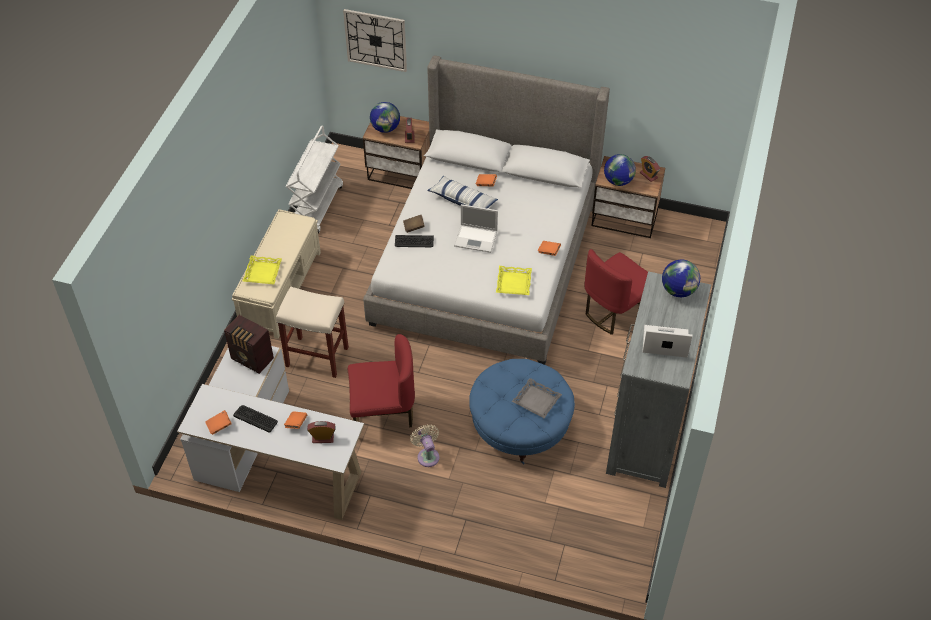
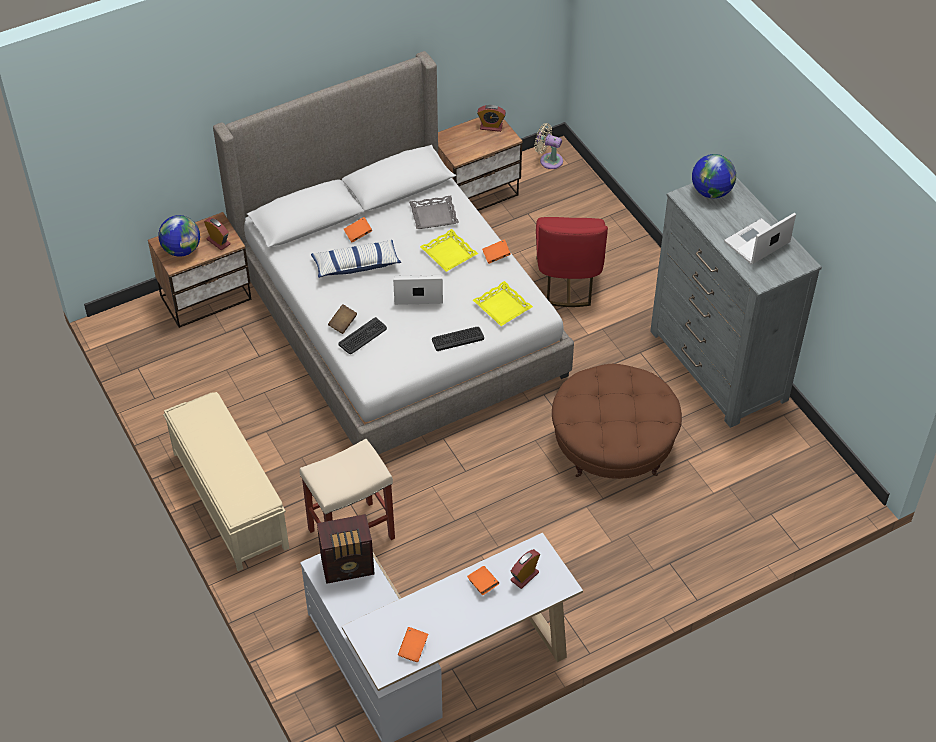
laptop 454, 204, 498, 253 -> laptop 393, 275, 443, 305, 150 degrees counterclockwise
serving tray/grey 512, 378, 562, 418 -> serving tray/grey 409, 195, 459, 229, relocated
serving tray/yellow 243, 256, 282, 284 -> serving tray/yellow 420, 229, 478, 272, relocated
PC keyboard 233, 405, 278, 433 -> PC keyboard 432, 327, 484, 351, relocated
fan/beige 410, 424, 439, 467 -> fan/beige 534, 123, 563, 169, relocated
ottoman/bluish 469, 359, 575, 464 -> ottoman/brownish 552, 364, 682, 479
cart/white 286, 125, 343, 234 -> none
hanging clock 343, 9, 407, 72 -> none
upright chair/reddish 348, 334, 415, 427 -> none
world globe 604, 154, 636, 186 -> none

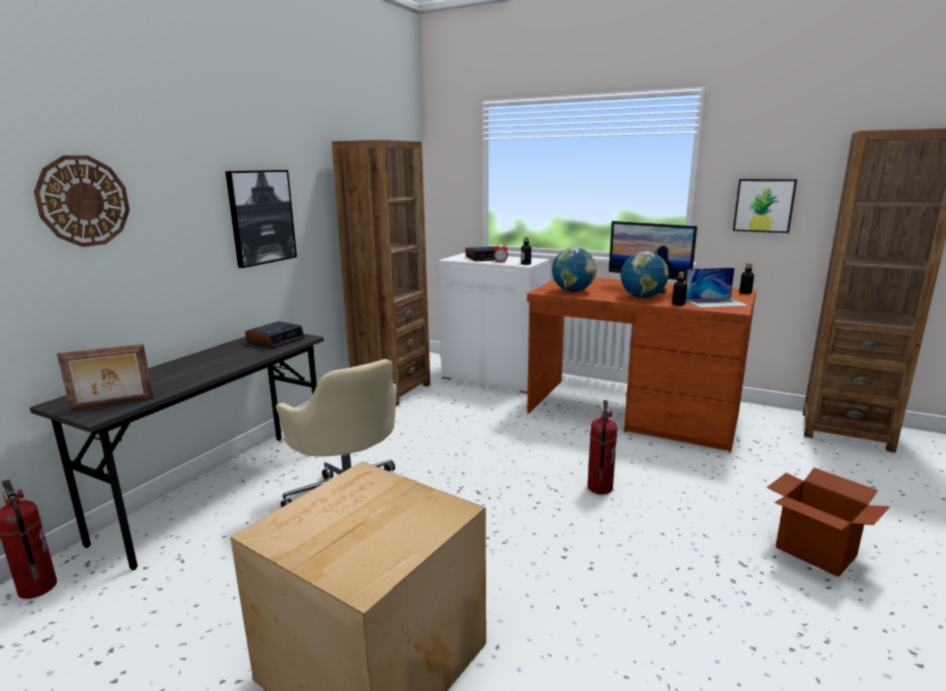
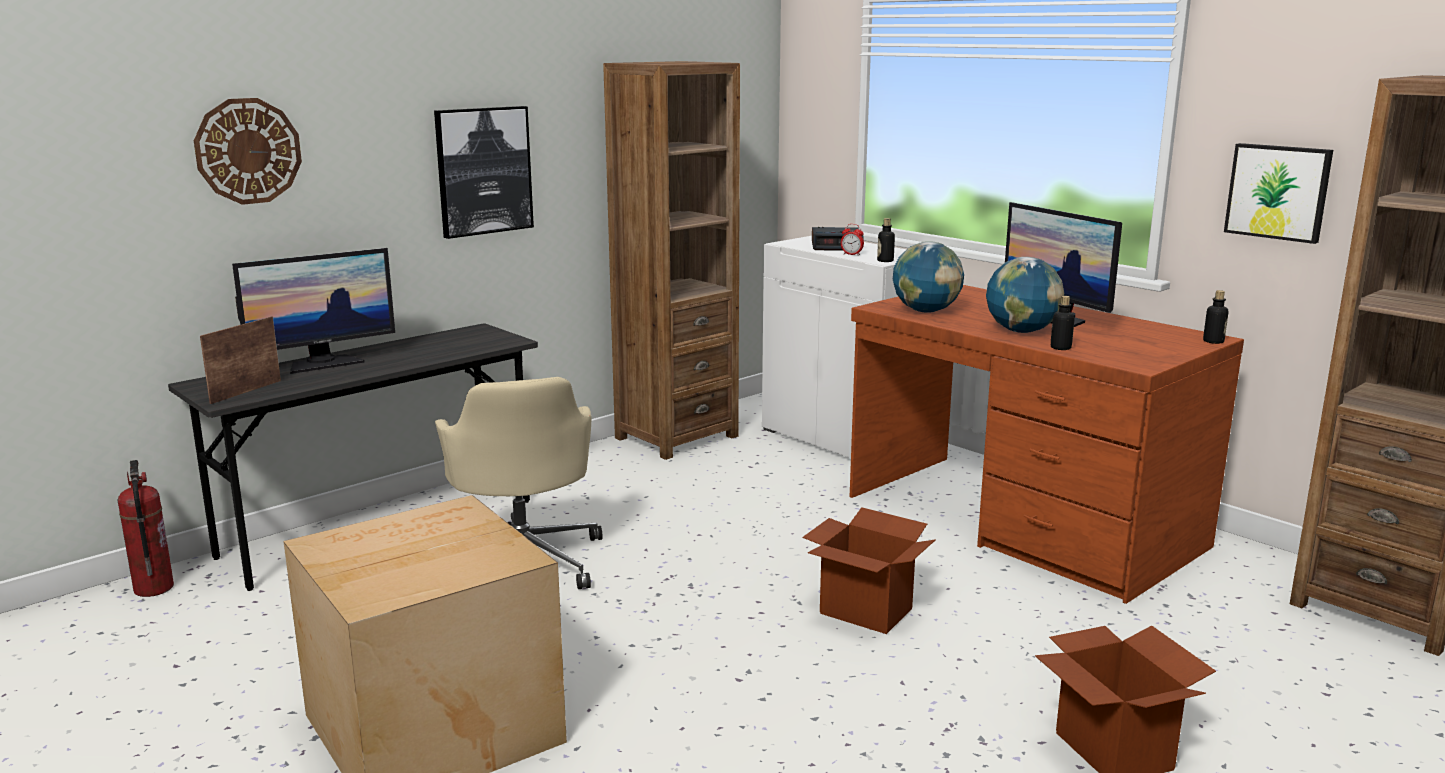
photo frame 57, 344, 154, 410 -> photo frame 200, 316, 281, 404, 120 degrees clockwise
none -> monitor 232, 248, 395, 374
fire-fighting cylinder 588, 400, 617, 495 -> packing box 802, 507, 936, 634
table clock 245, 321, 304, 349 -> none
laptop 686, 268, 749, 308 -> none

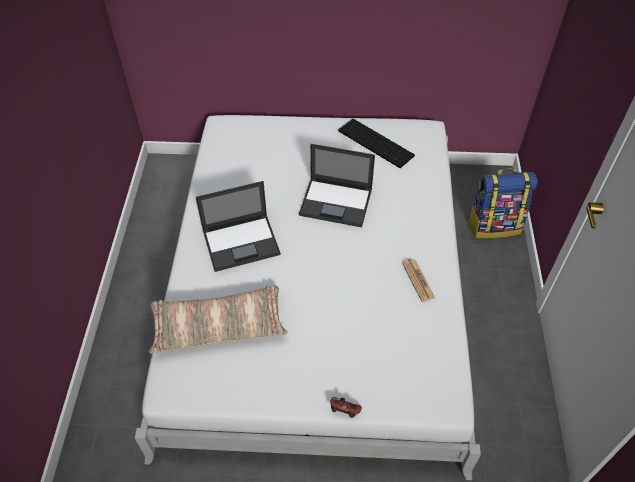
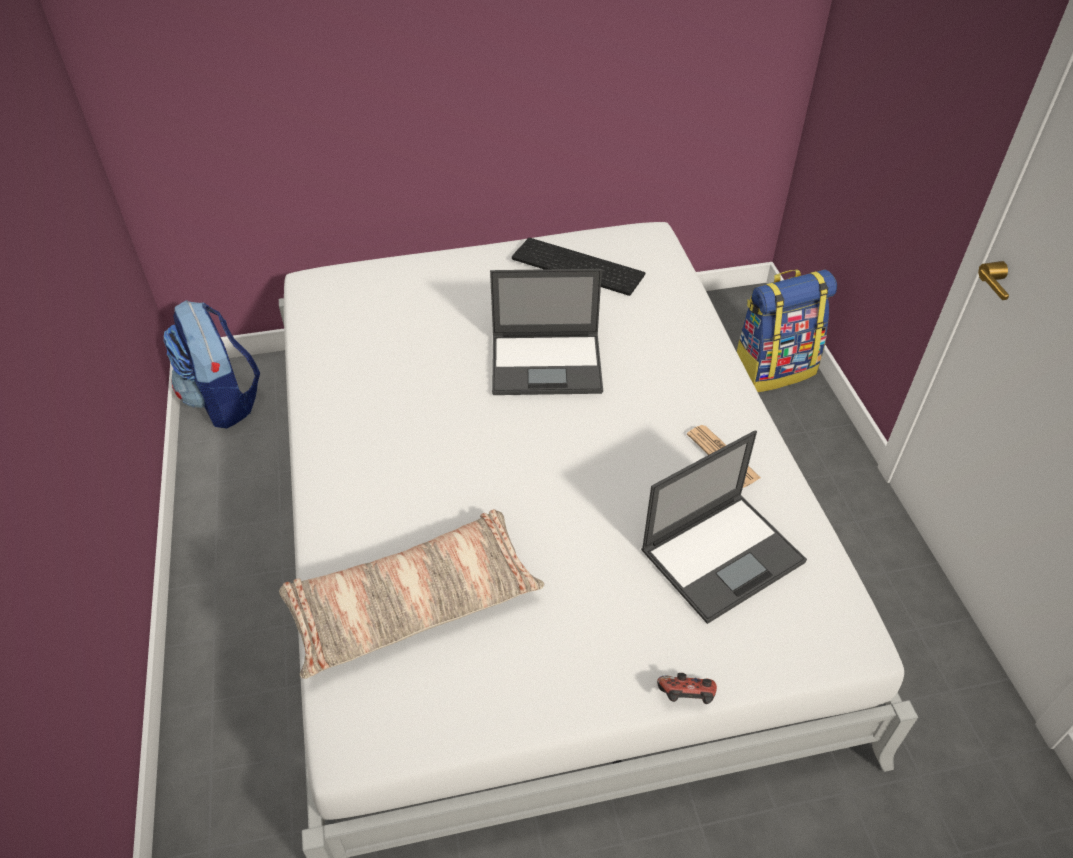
none -> rucksack 164, 300, 260, 429
laptop 196, 181, 281, 272 -> laptop 641, 430, 807, 624, relocated

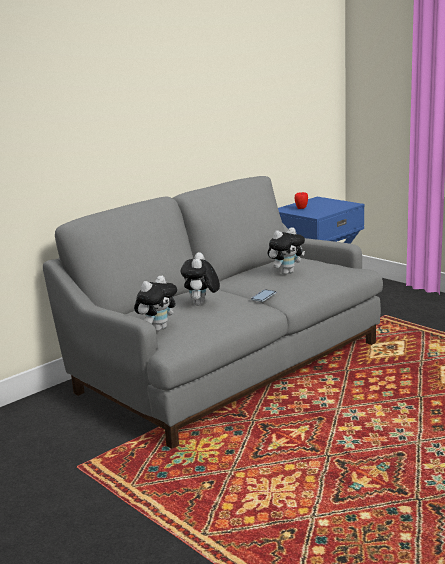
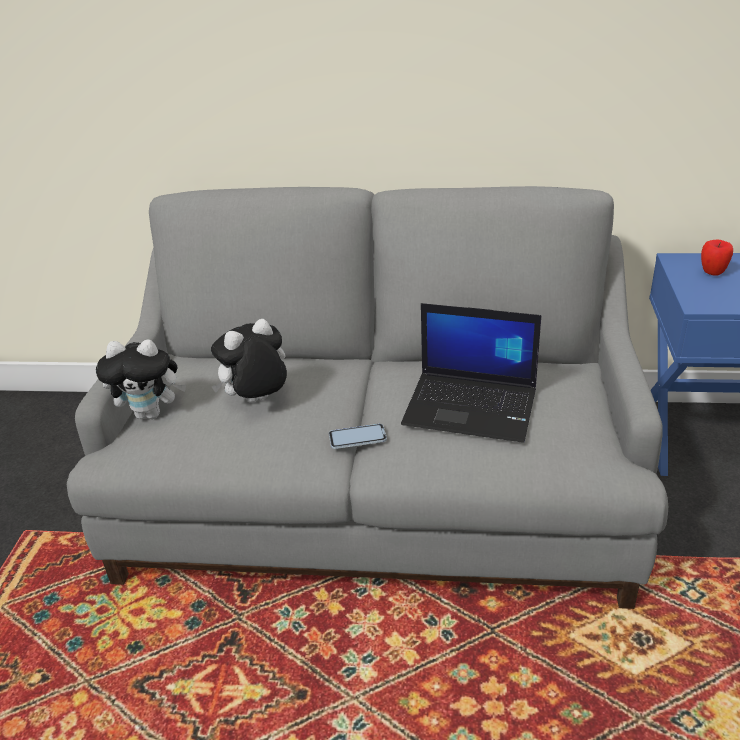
plush toy 268, 227, 305, 275 -> laptop 401, 303, 541, 443

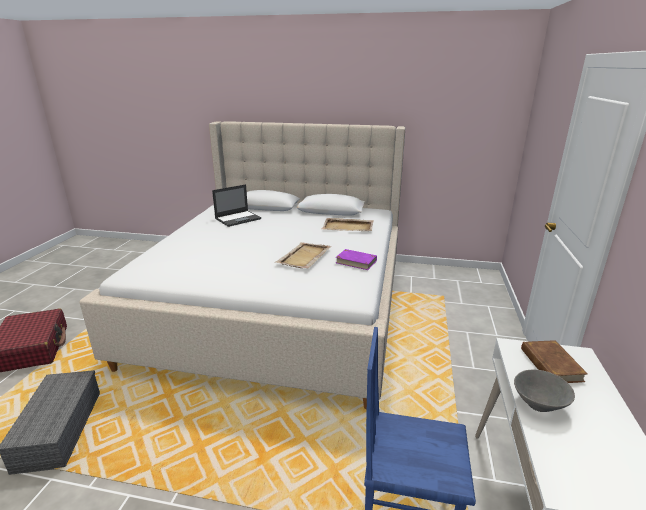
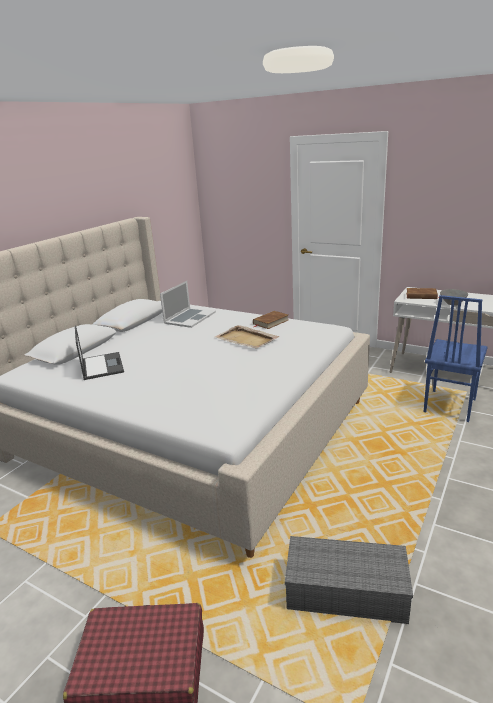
serving tray/beige 322, 218, 374, 231 -> laptop 160, 281, 216, 328
volume/purple 336, 249, 377, 270 -> volume/brownish 253, 311, 288, 329

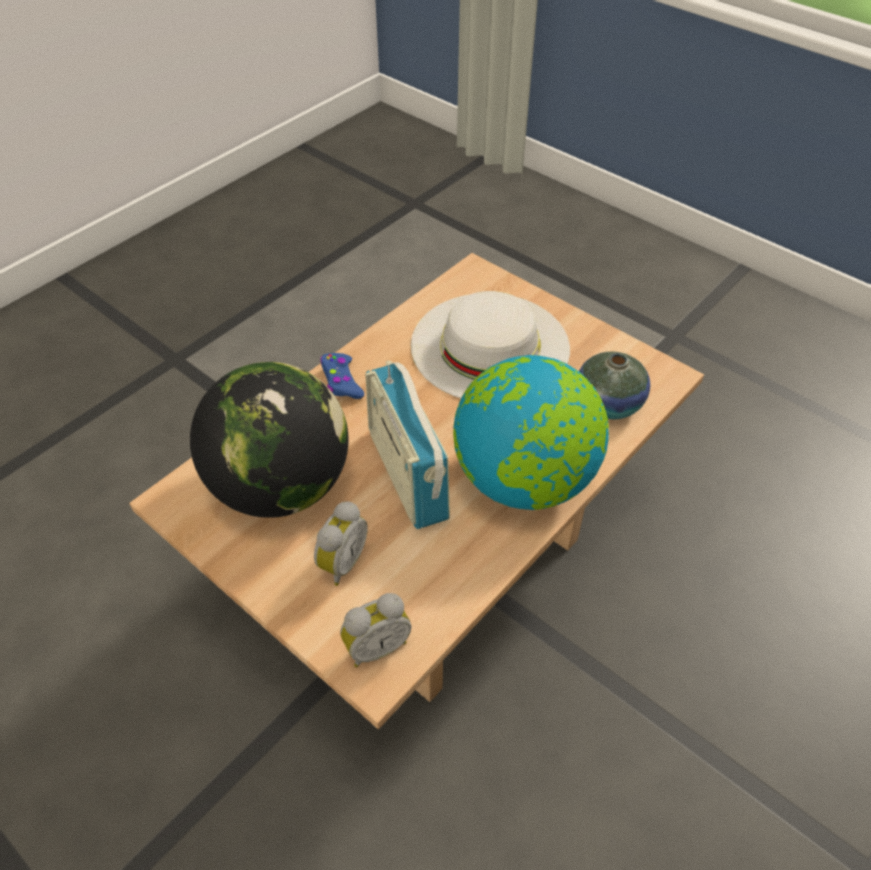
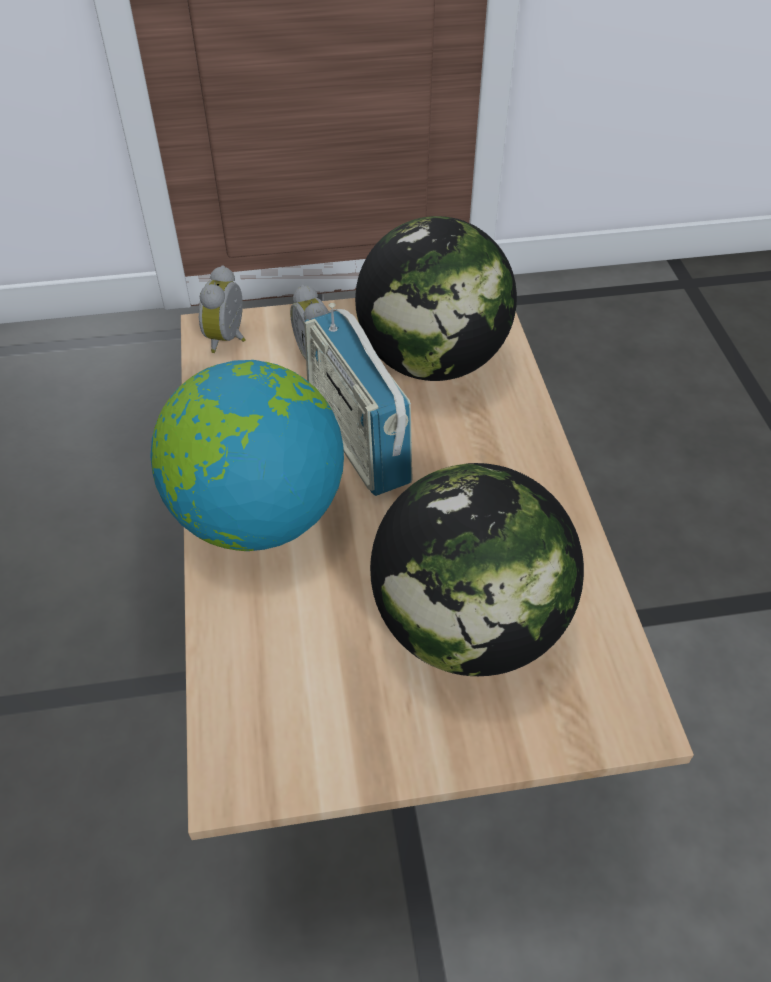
radio 365, 361, 450, 529 -> radio 304, 303, 412, 496, 135 degrees counterclockwise
wearable hat/white 411, 291, 570, 398 -> world globe 370, 463, 584, 676
game controller/bluish 320, 353, 364, 399 -> none
vase 579, 351, 650, 419 -> none

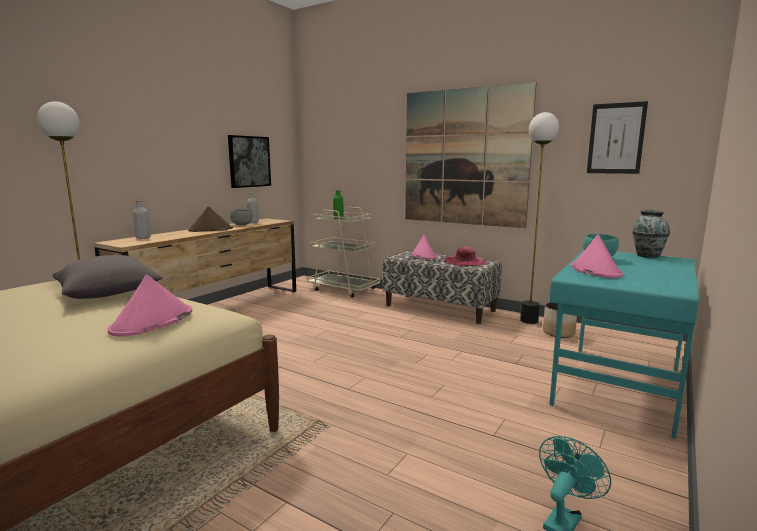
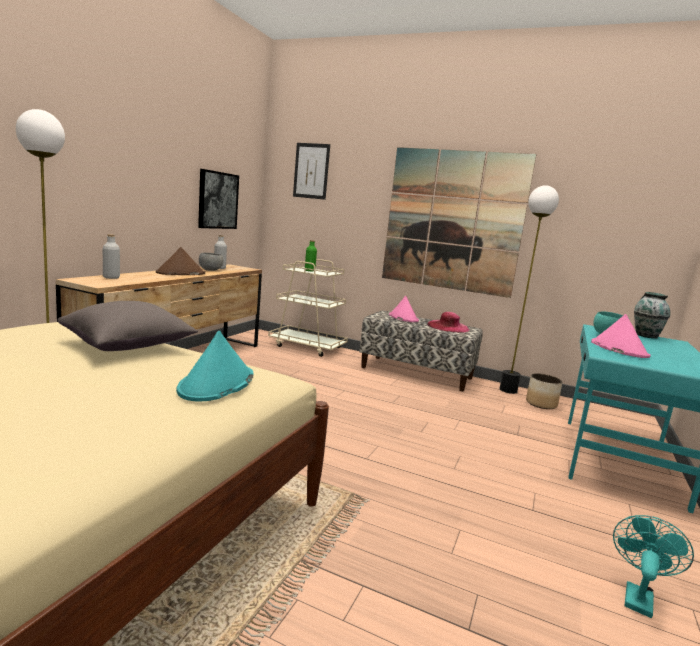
wearable hat/pink-coloured 108, 275, 192, 337 -> wearable hat/blue-green 176, 331, 254, 402
wall art 587, 101, 648, 174 -> wall art 293, 143, 330, 200, relocated

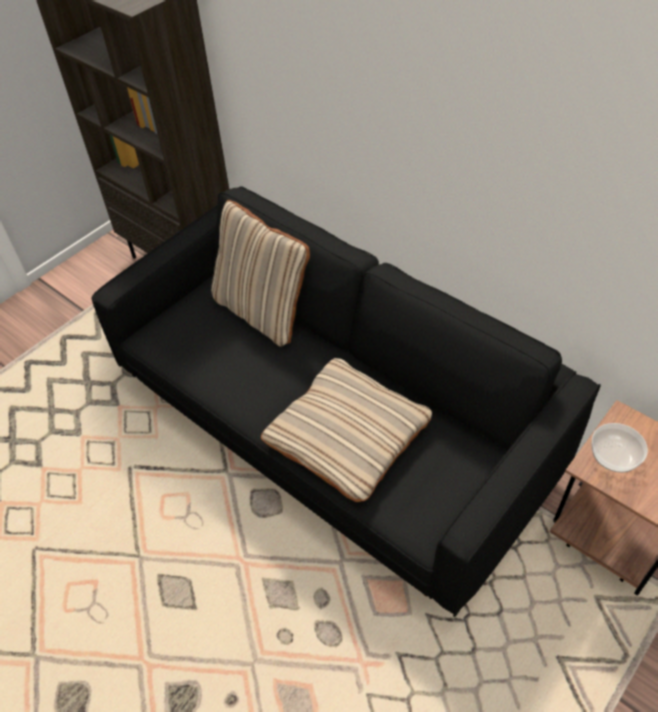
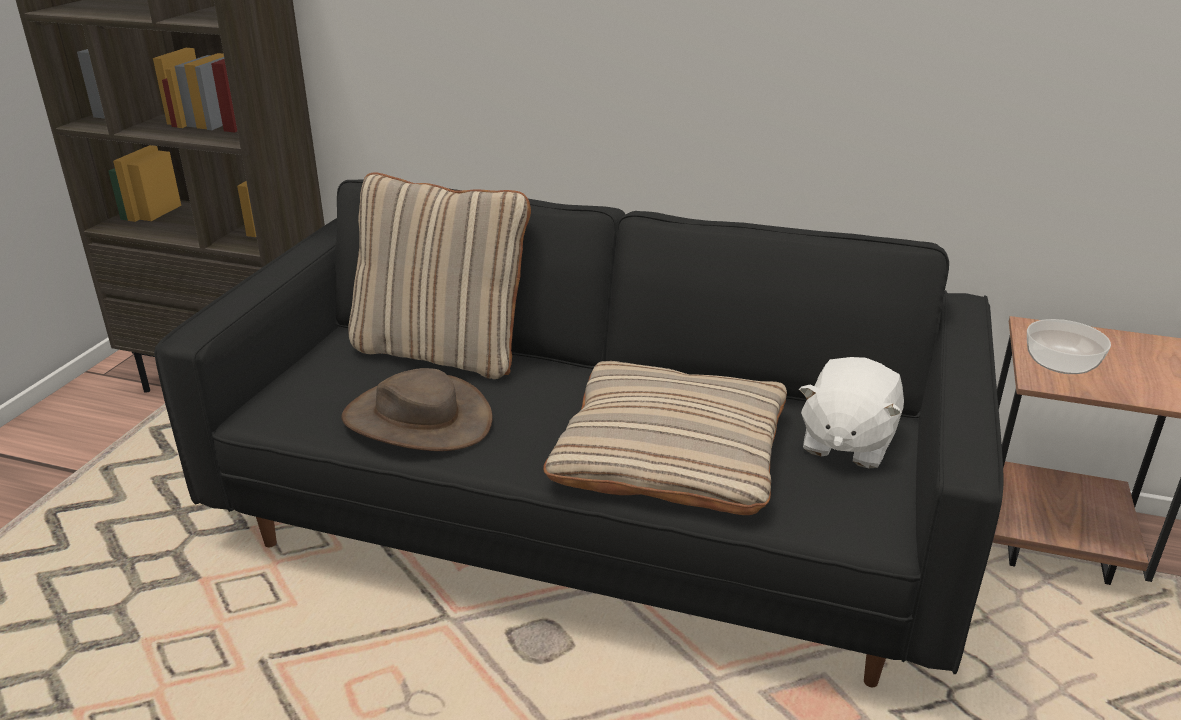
none -> wearable hat/brownish 341, 368, 492, 451
none -> plush toy/white 799, 357, 904, 469

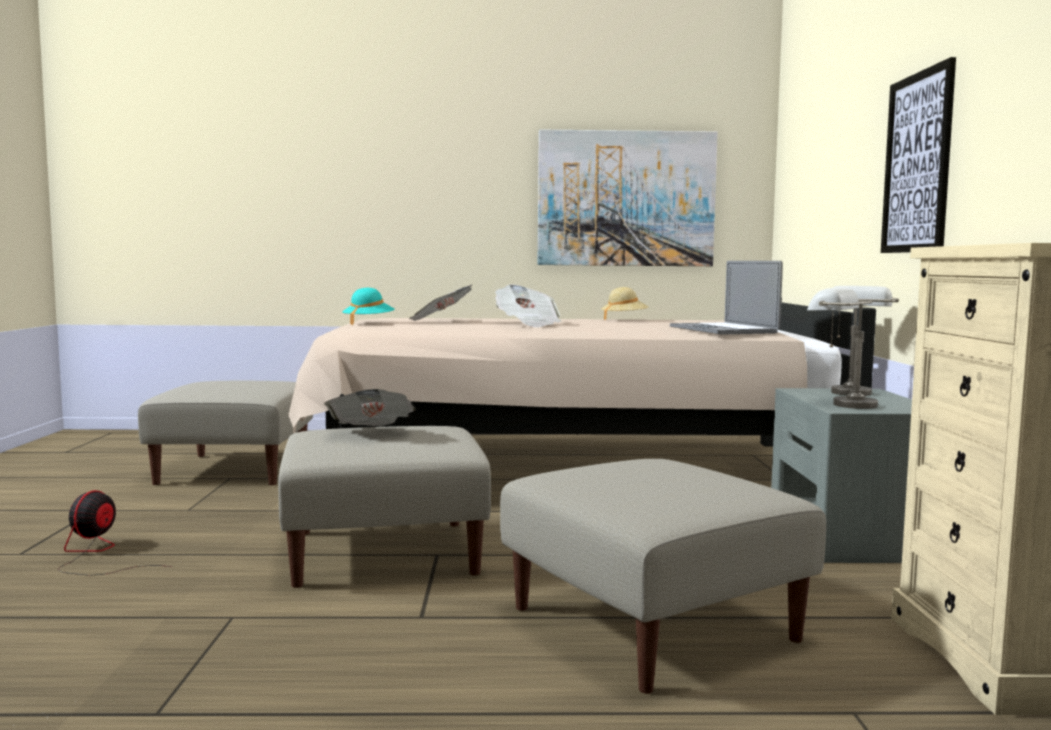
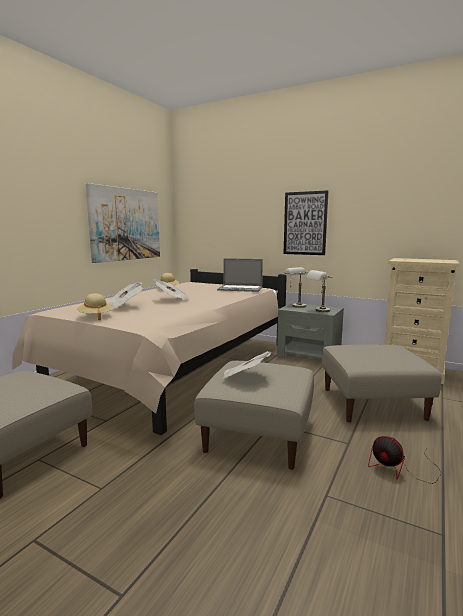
wearable hat/blue-green 342, 288, 395, 325 -> wearable hat/beige 77, 293, 113, 320
fan 58, 490, 172, 576 -> fan 368, 436, 442, 484, relocated

